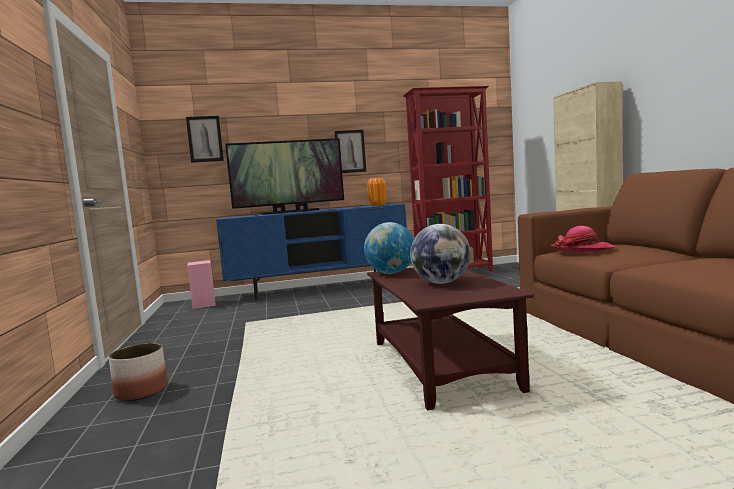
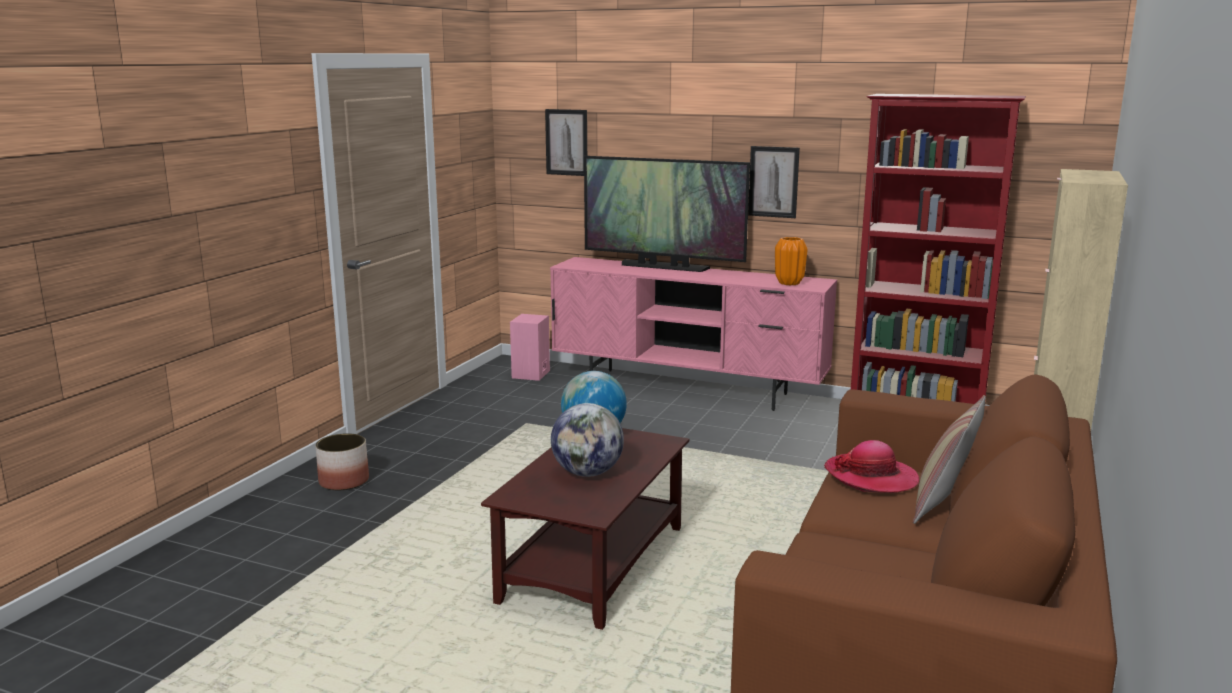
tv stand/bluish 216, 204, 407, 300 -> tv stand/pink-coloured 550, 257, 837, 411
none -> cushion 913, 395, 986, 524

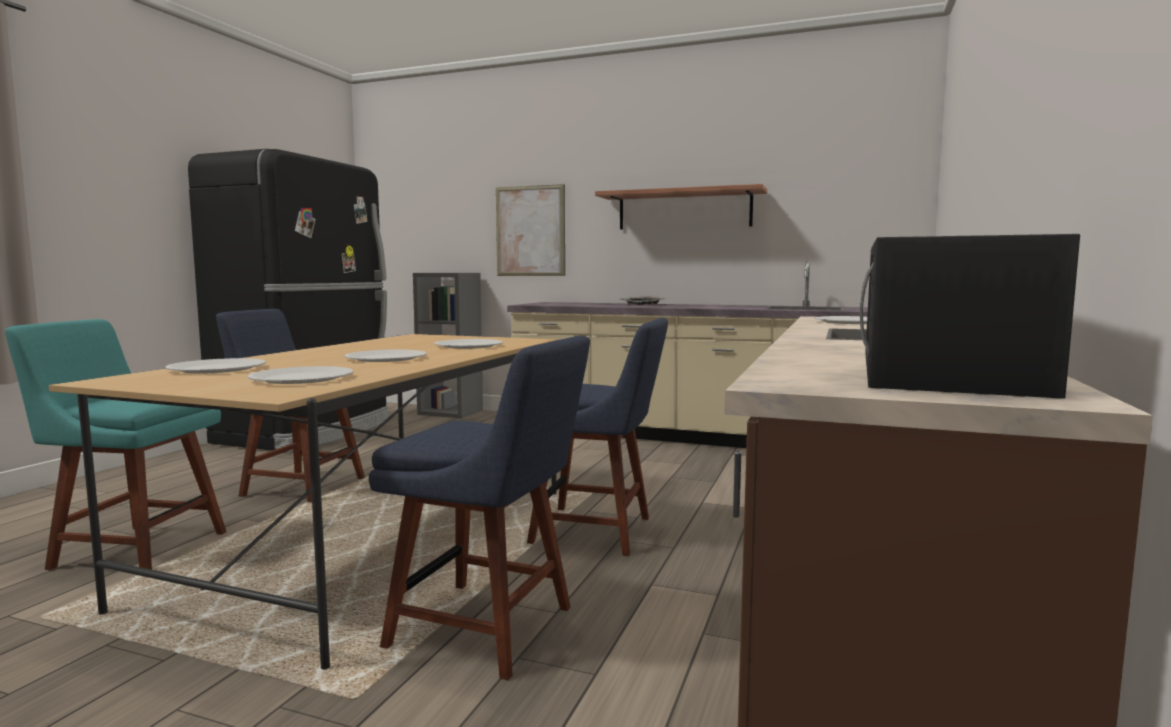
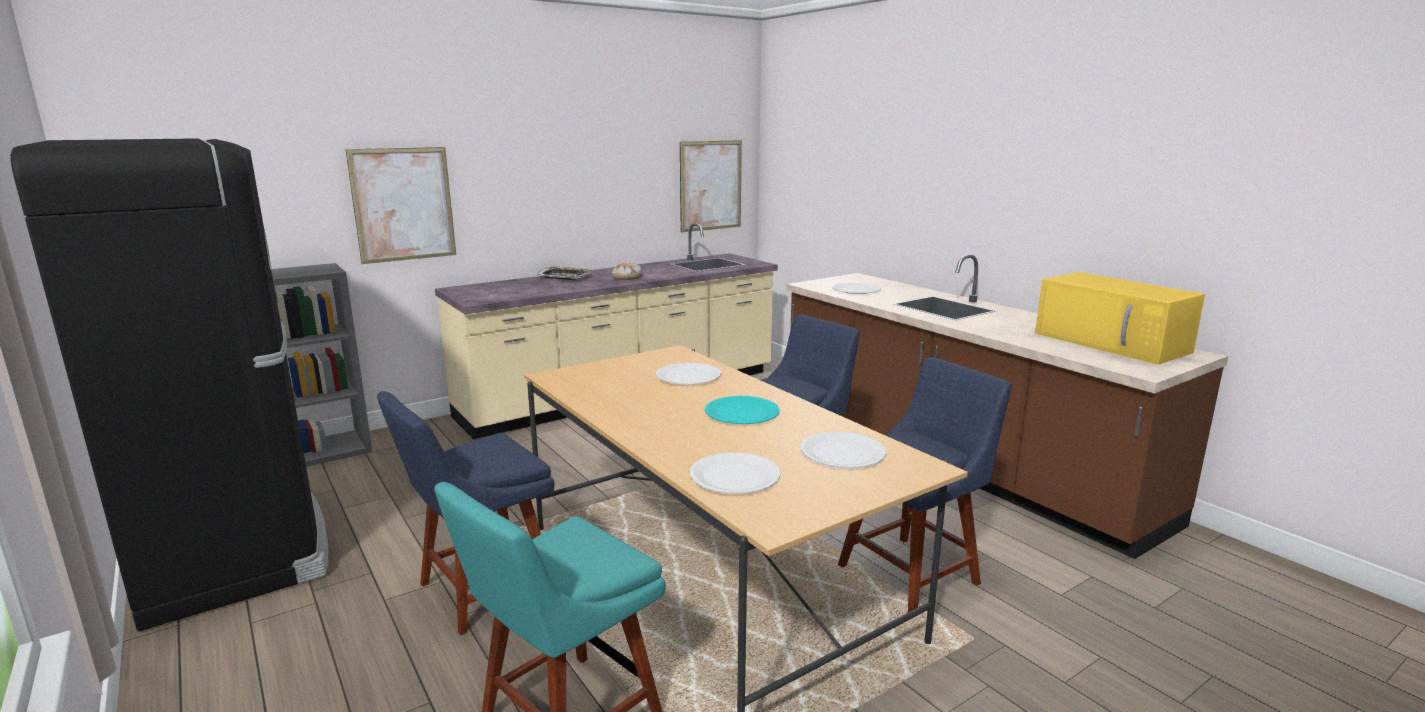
none -> bread 612, 263, 643, 280
none -> wall art 680, 140, 742, 232
flat dish/white 344, 349, 427, 362 -> flat dish/blue-green 705, 396, 780, 424
kitchen microwave/blackish 860, 234, 1080, 399 -> kitchen microwave/yellow 1035, 272, 1205, 365
bracket shelf 595, 184, 767, 230 -> none

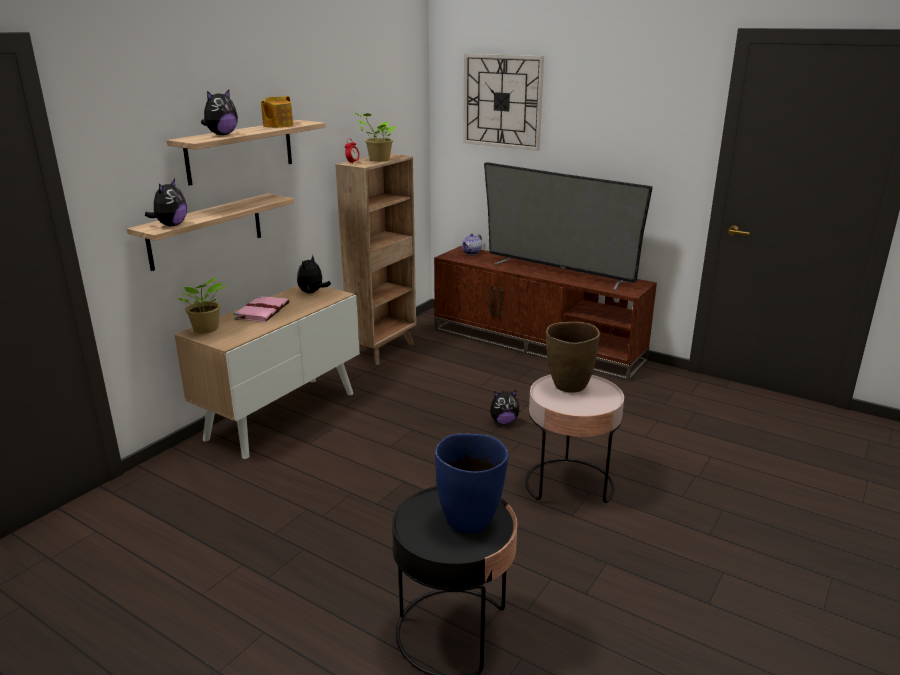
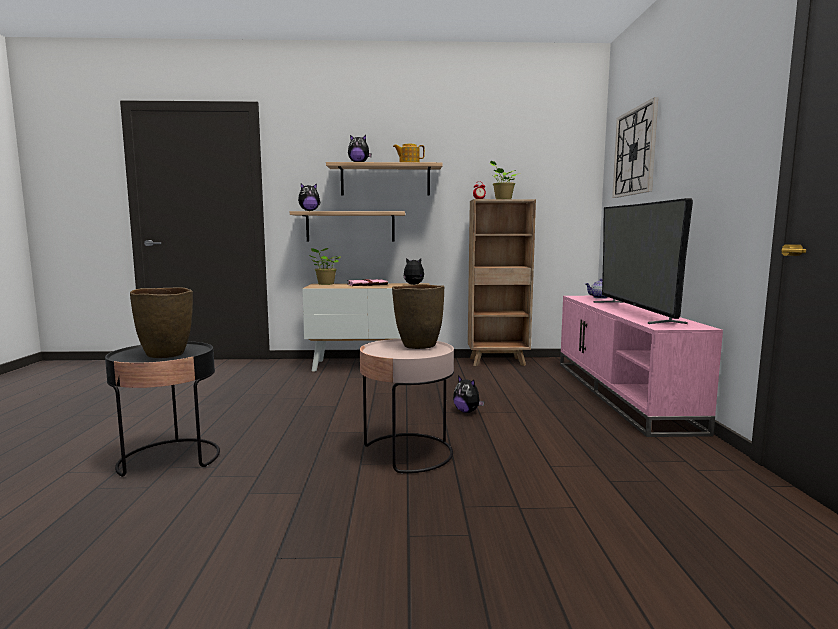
vase/bluish 435, 434, 508, 534 -> vase/brownish 130, 287, 193, 358
tv stand/brownish 434, 246, 657, 381 -> tv stand/pink-coloured 560, 296, 723, 437

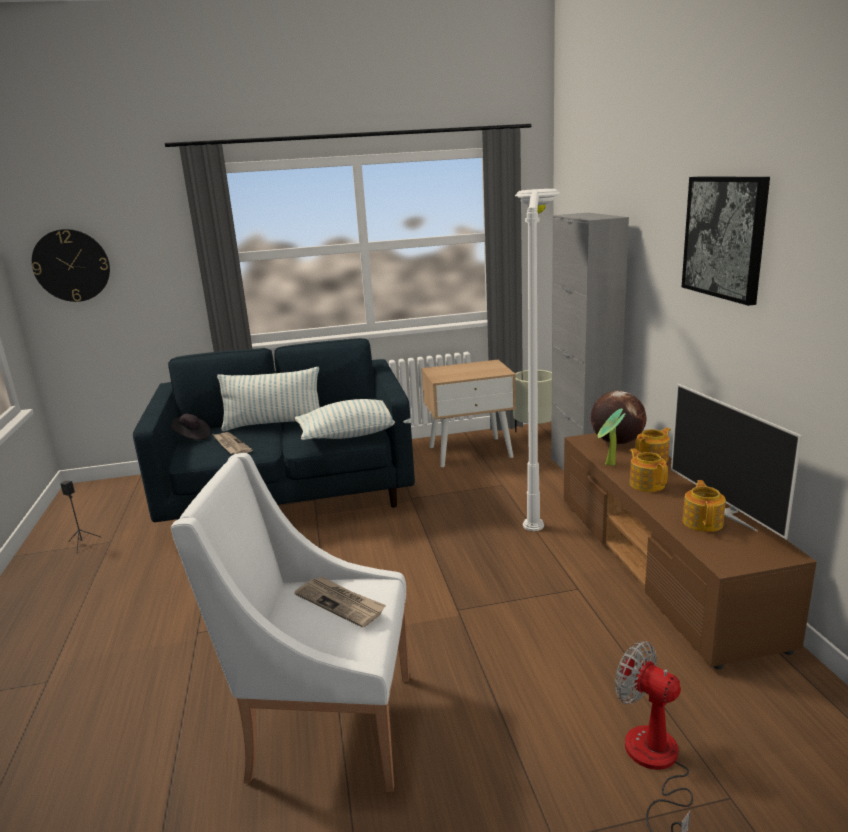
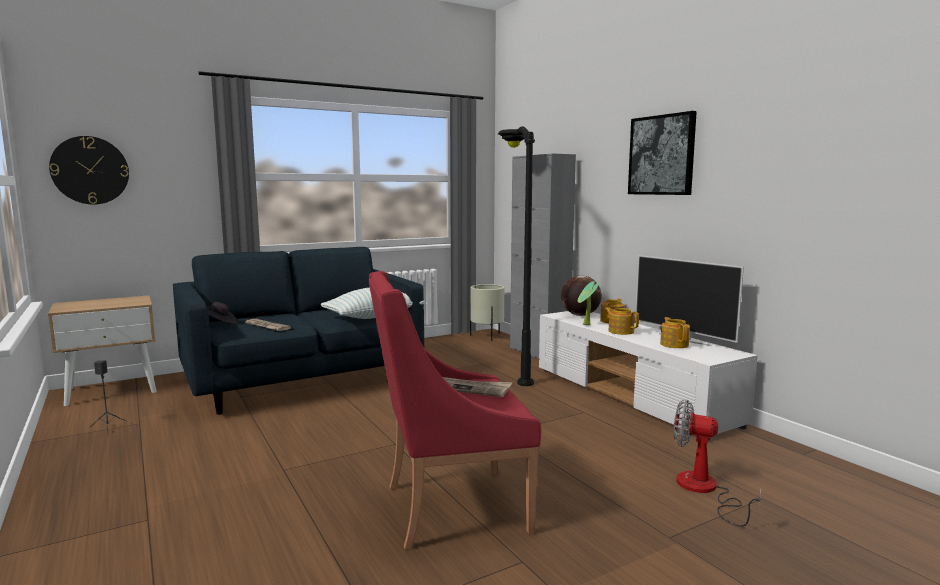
night table/beige 421, 360, 516, 467 -> night table/beige 48, 295, 157, 406, relocated
lounge chair/white 171, 453, 409, 792 -> lounge chair/reddish 369, 271, 541, 550
standard lamp/white 515, 189, 560, 531 -> standard lamp/blackish 498, 126, 535, 386
tv stand/brownish 564, 433, 817, 669 -> tv stand/white 539, 311, 758, 440
cushion 217, 367, 320, 431 -> none

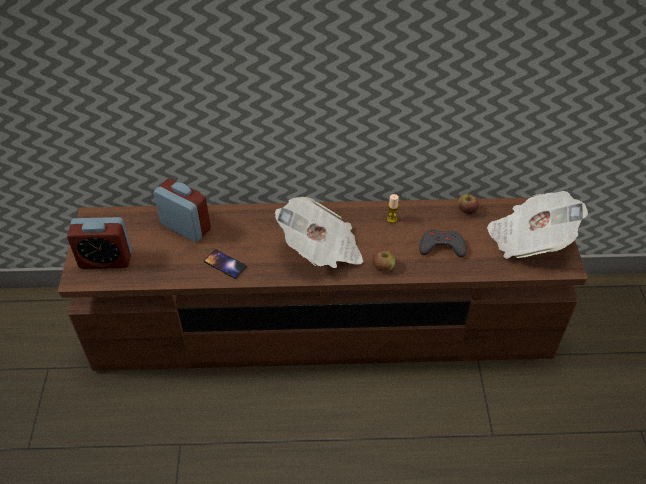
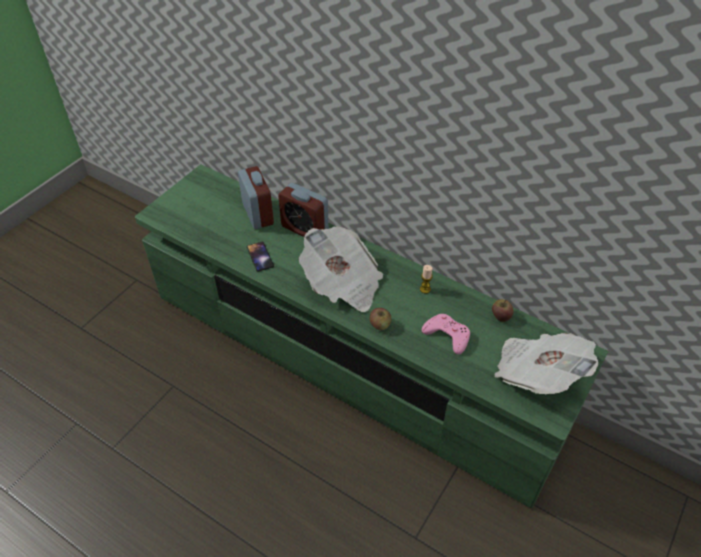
tv stand/brownish 58, 198, 588, 371 -> tv stand/greenish 135, 164, 609, 508
table clock 67, 217, 132, 269 -> table clock 278, 183, 329, 237, relocated
game controller/grey 419, 229, 467, 257 -> game controller/pink-coloured 422, 314, 470, 355

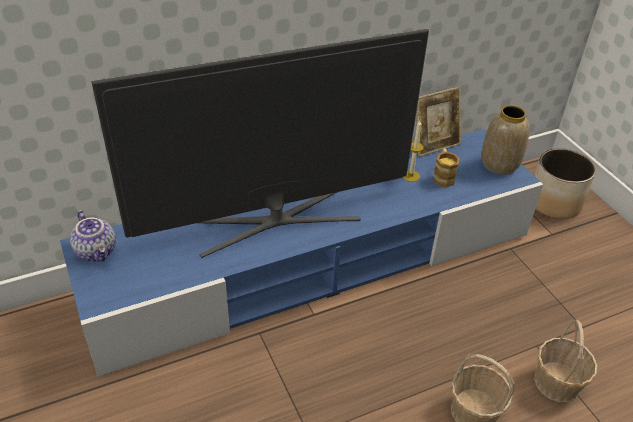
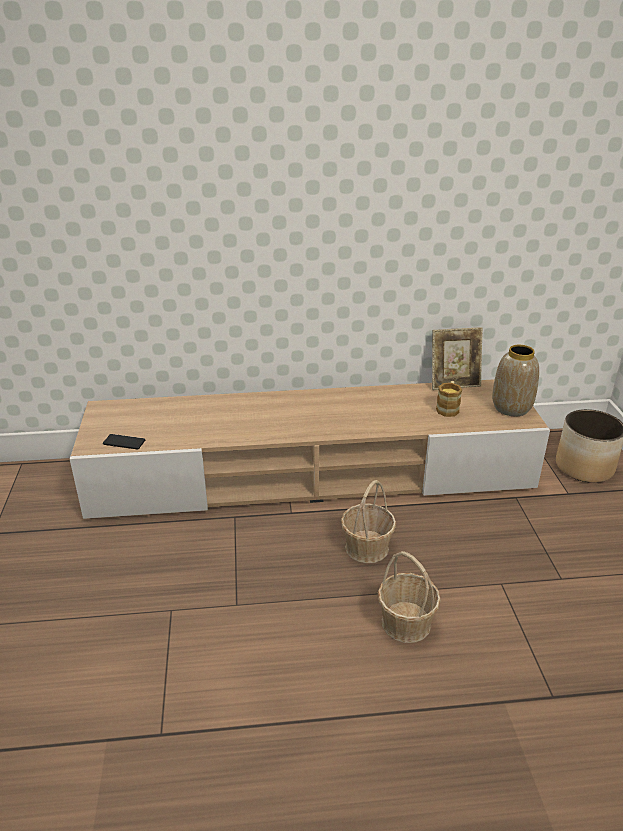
tv stand/bluish 60, 129, 543, 377 -> tv stand/beige 70, 379, 550, 519
none -> handset 103, 434, 145, 449
household basket 534, 320, 597, 402 -> household basket 341, 480, 396, 563, relocated
tea pot 70, 210, 116, 262 -> none
TV set 91, 28, 429, 258 -> none
candle 403, 120, 424, 182 -> none

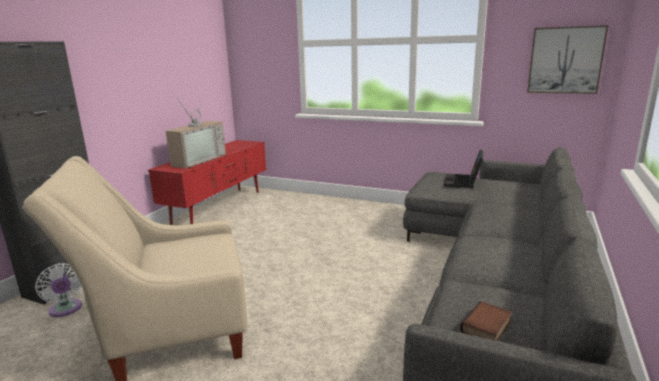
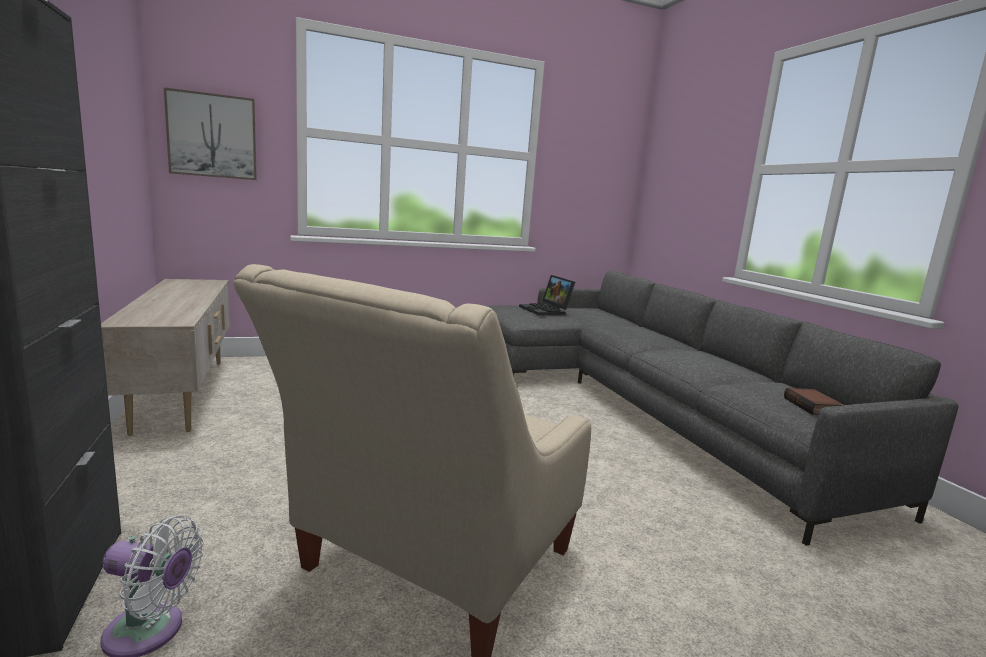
tv stand/reddish 148, 140, 266, 225 -> tv stand/beige 101, 279, 230, 436
wall art 527, 25, 608, 94 -> wall art 164, 87, 257, 180, relocated
TV set 166, 93, 226, 168 -> none

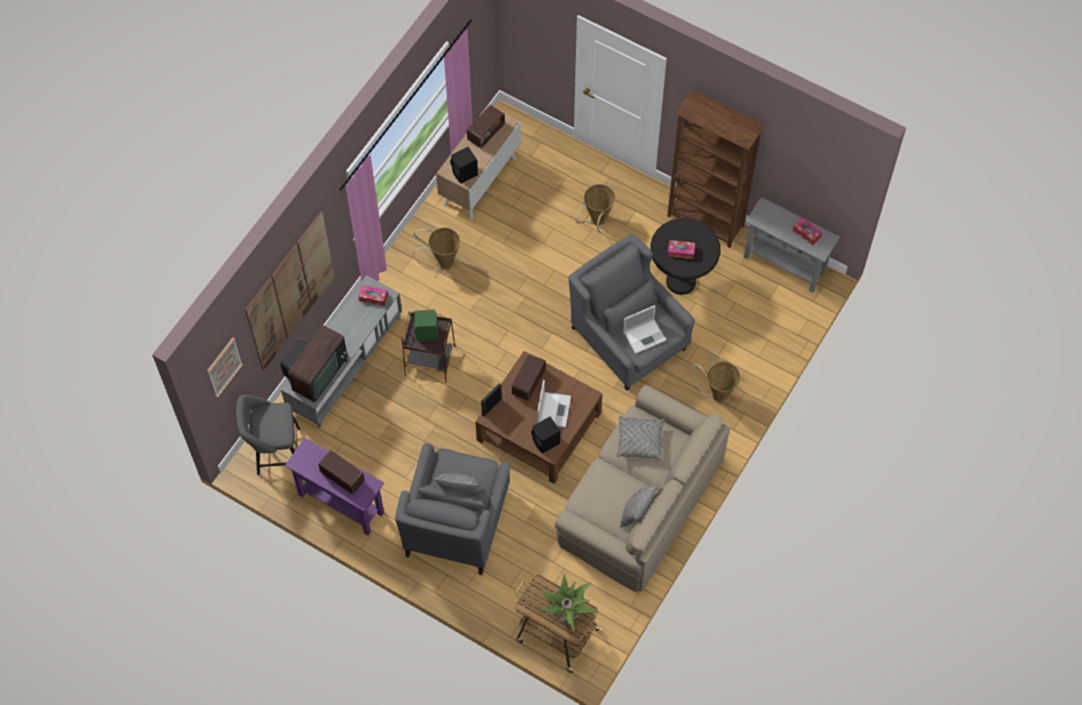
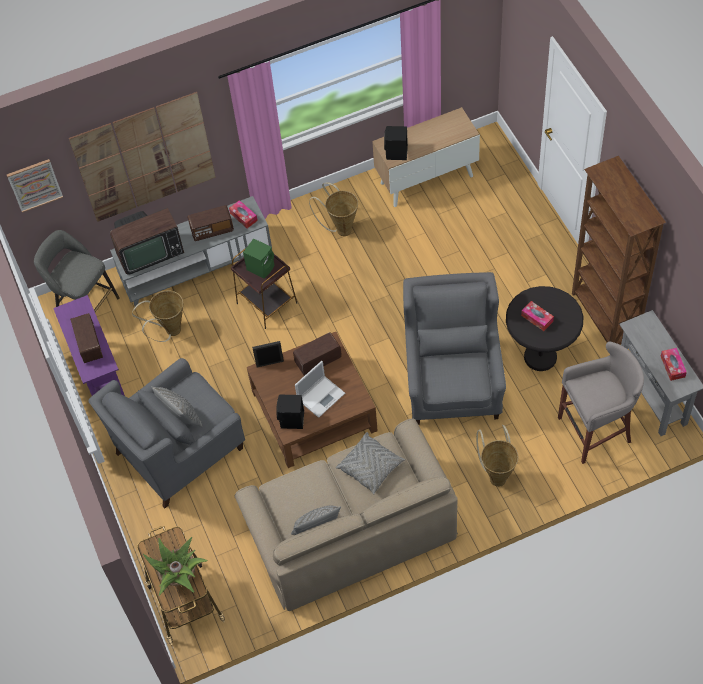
household basket 576, 184, 616, 233 -> household basket 132, 290, 183, 342, relocated
radio 467, 105, 505, 148 -> radio 187, 205, 234, 241, relocated
none -> stool seat/grey 558, 341, 644, 464
laptop 623, 305, 666, 354 -> none

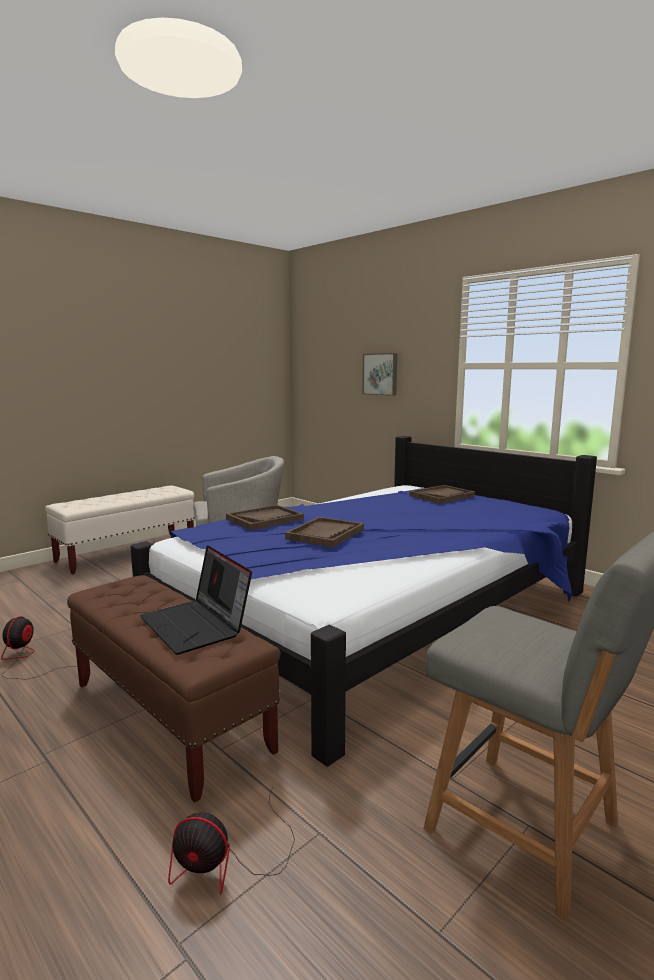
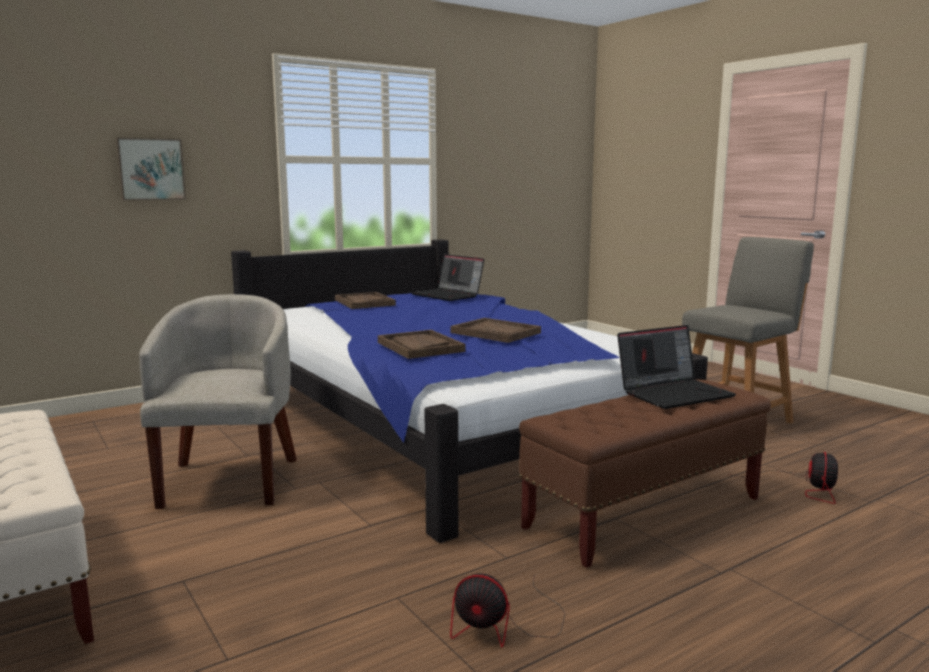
none -> laptop 412, 254, 484, 301

